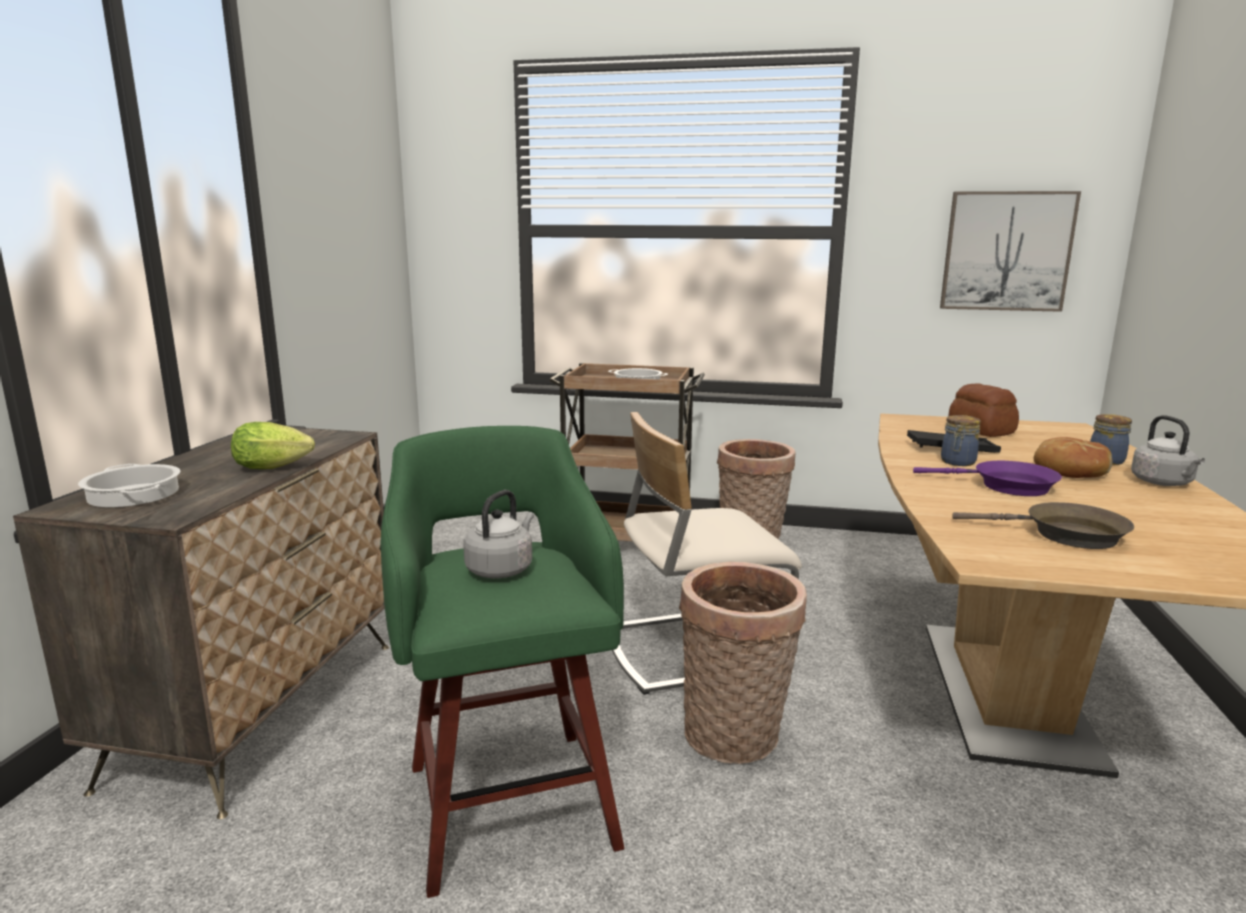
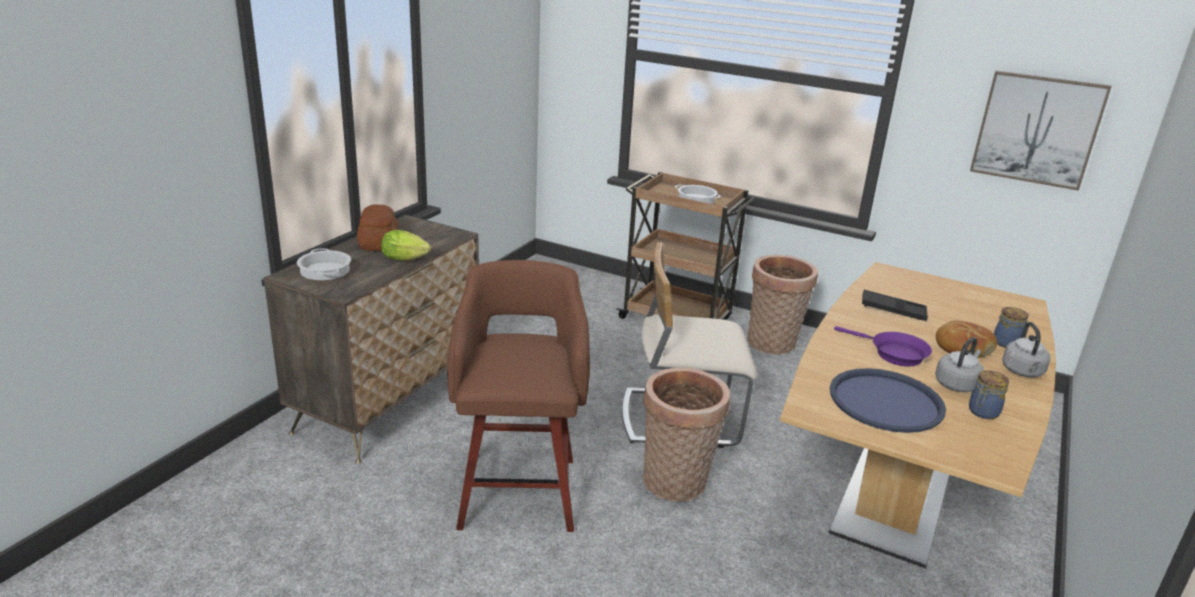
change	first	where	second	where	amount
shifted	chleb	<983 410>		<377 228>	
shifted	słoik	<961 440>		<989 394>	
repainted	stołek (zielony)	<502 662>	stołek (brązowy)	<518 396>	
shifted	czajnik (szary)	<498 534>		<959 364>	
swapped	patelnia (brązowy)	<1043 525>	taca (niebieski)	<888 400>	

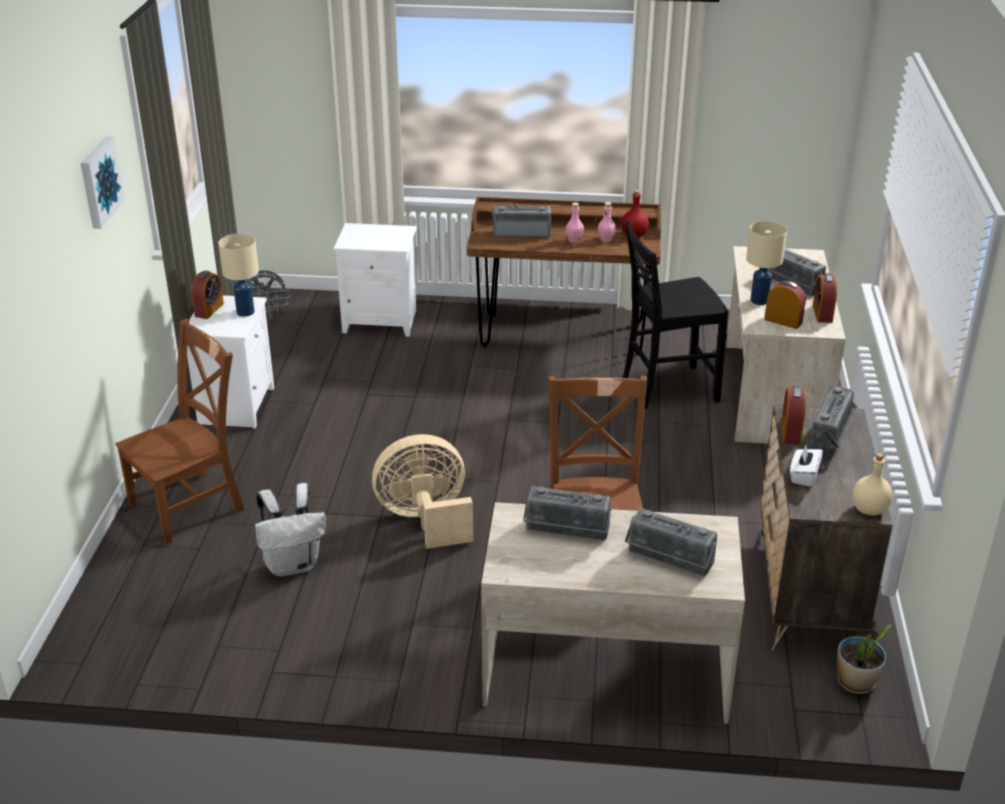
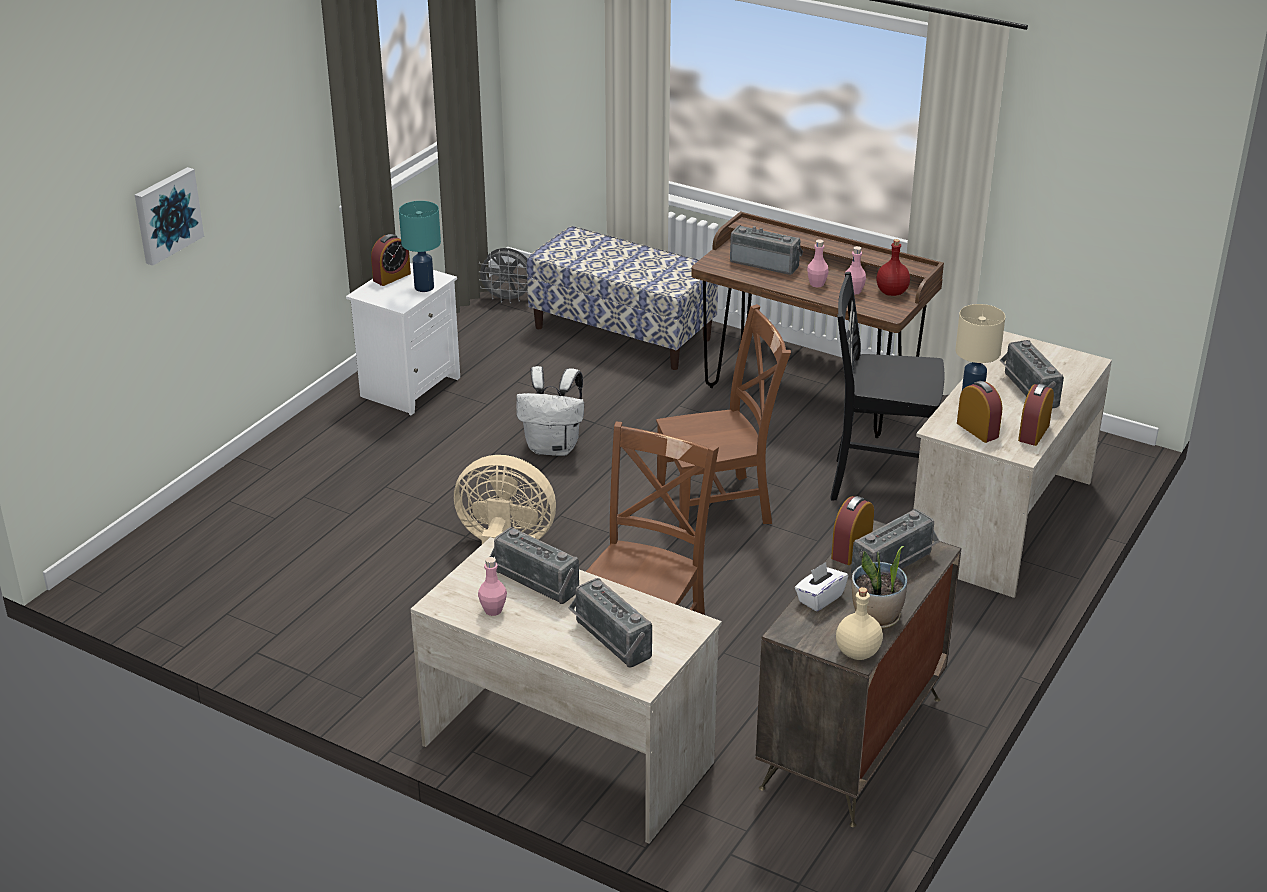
change	first	where	second	where	amount
shifted	obraz	<102 182>		<169 216>	
swapped	szafka nocna (biały)	<375 280>	ławka	<622 298>	
repainted	lampa stołowa (beżowy)	<238 275>	lampa stołowa (turkusowy)	<420 246>	
shifted	krzesło (brązowy)	<180 432>		<723 417>	
shifted	plecak (biały)	<290 530>		<550 411>	
shifted	roślina doniczkowa	<864 659>		<879 587>	
new			butelka (różowy)	<492 586>	

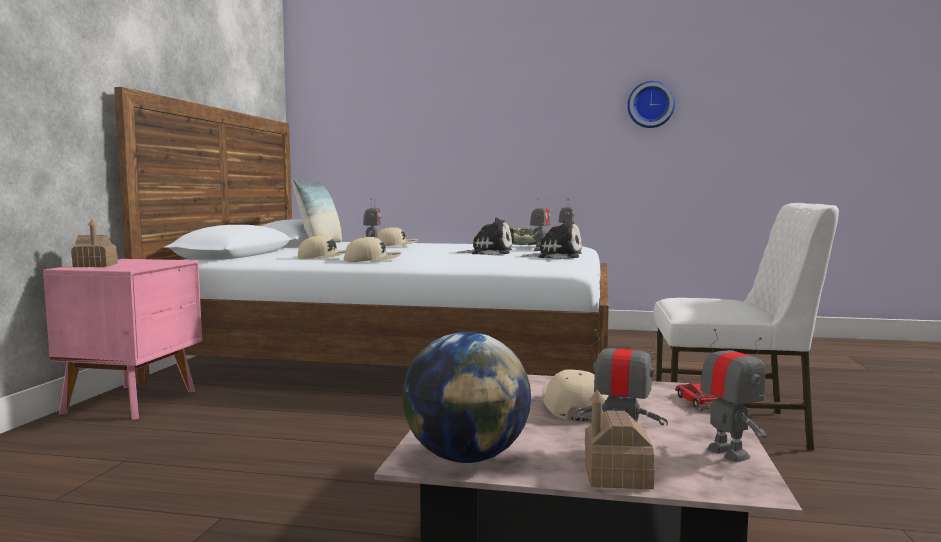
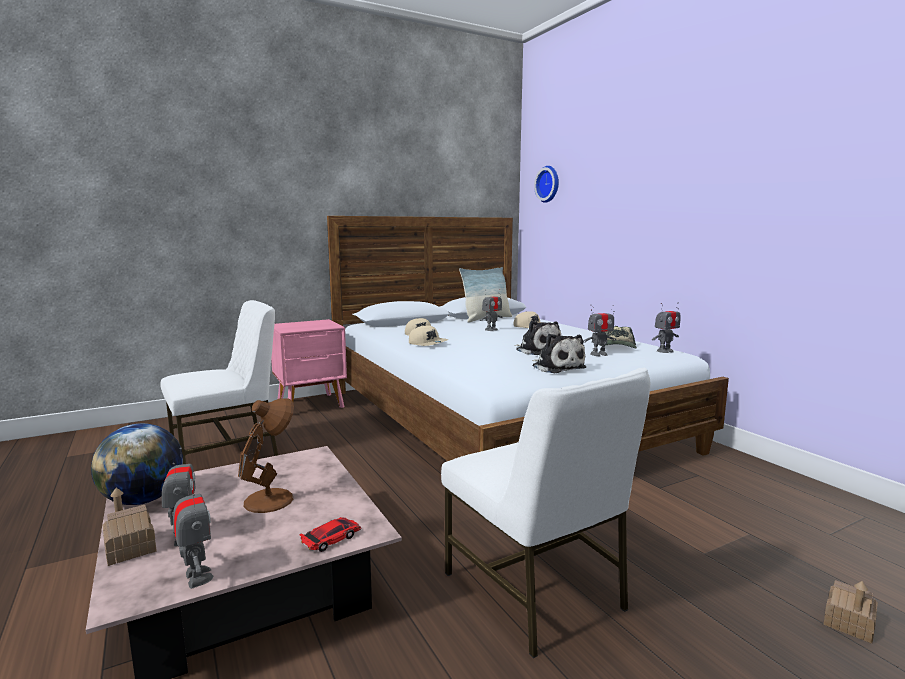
change	first	where	second	where	amount
shifted	zegar ścienny	<651 104>		<546 184>	
shifted	domek	<94 243>		<850 612>	
rotated	robot zabawkowy	<731 395>		<193 533>	60 degrees counterclockwise
swapped	czapka z daszkiem (beżowy)	<575 396>	lampa stołowa (brązowy)	<266 455>	
new			krzesło (biały)	<219 382>	

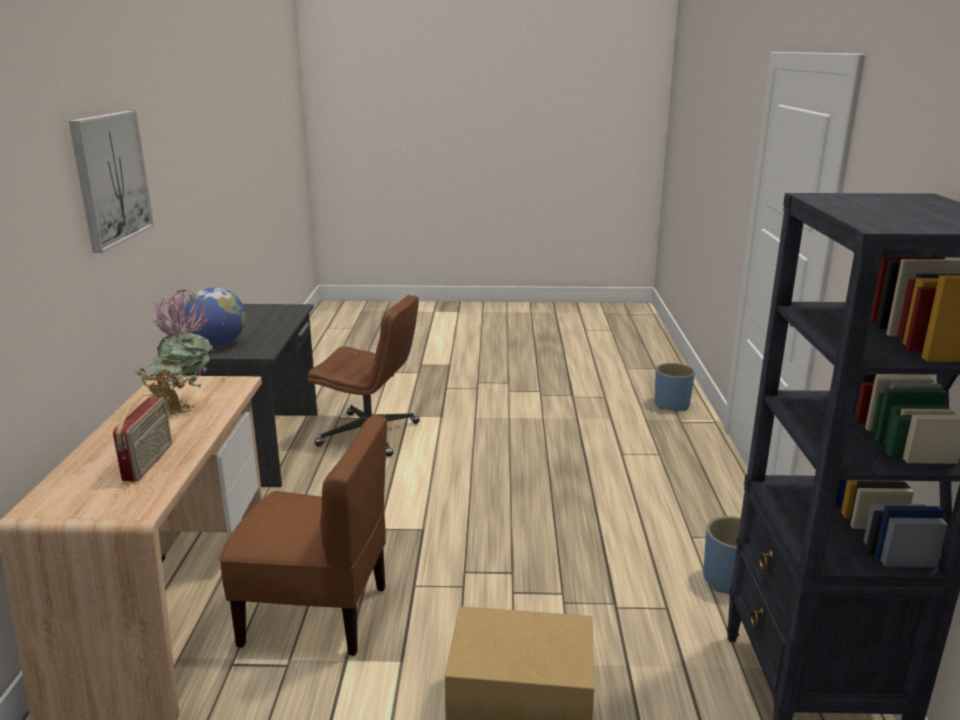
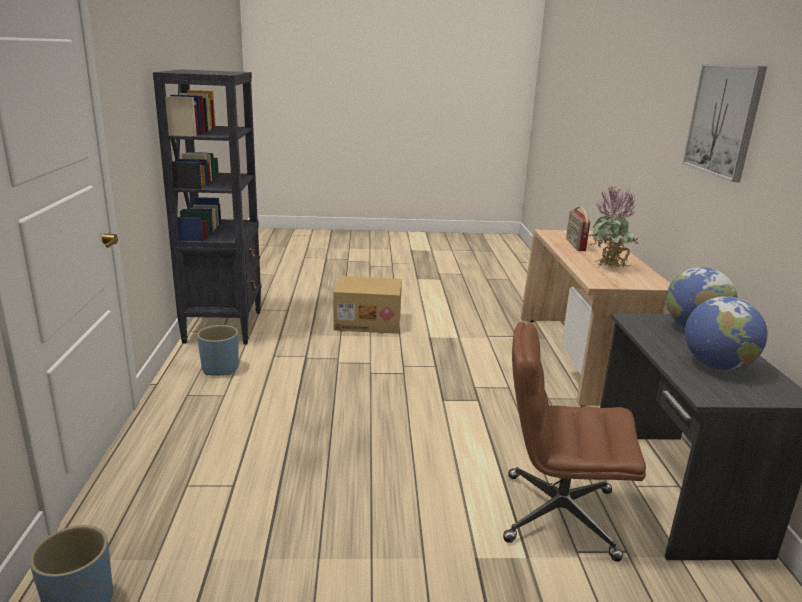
change	first	where	second	where	amount
gone	krzesło (brązowy)	<303 535>			
new			globus	<726 333>	

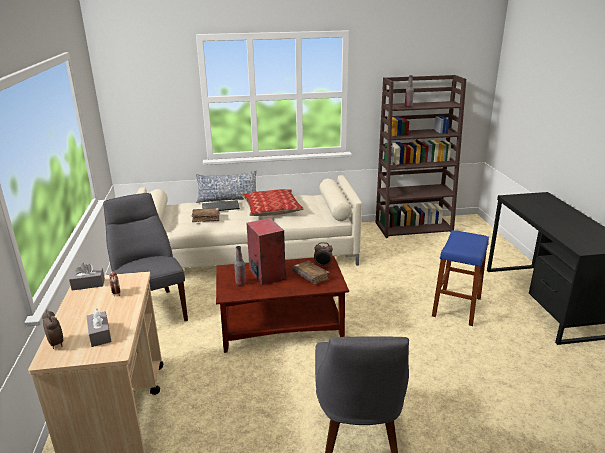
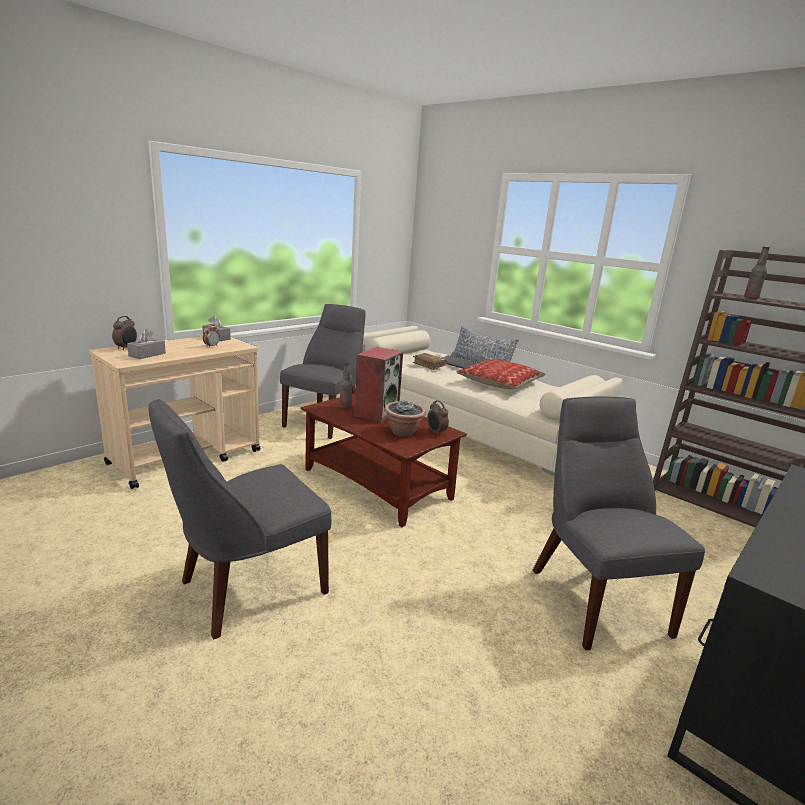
change	first	where	second	where	amount
swapped	stołek (niebieski)	<460 278>	krzesło (szary)	<619 523>	
swapped	książka (brązowy)	<311 272>	roślina doniczkowa	<405 419>	

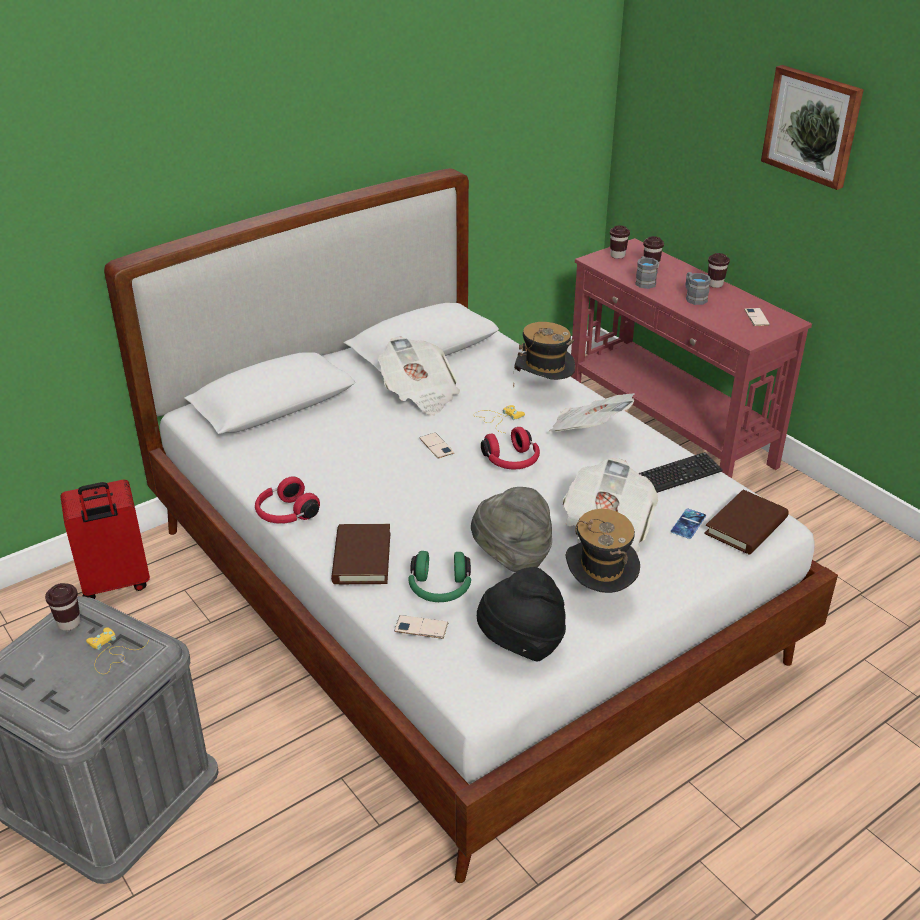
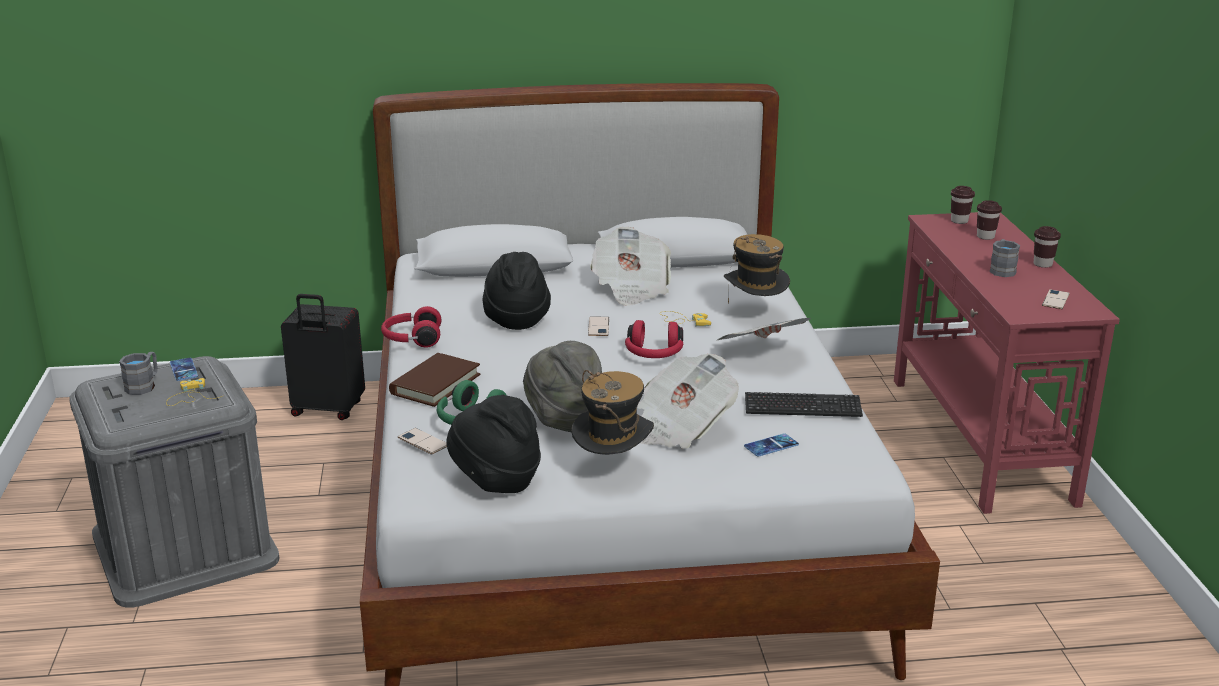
change	first	where	second	where	amount
gone	obraz	<812 127>			
shifted	kubek (szary)	<647 272>		<138 373>	
repainted	walizka (czerwony)	<105 539>	walizka (czarny)	<323 357>	
gone	książka (brązowy)	<746 522>			
swapped	filiżanka (brązowy)	<62 607>	telefon	<184 369>	
new			kapelusz (czarny)	<517 291>	

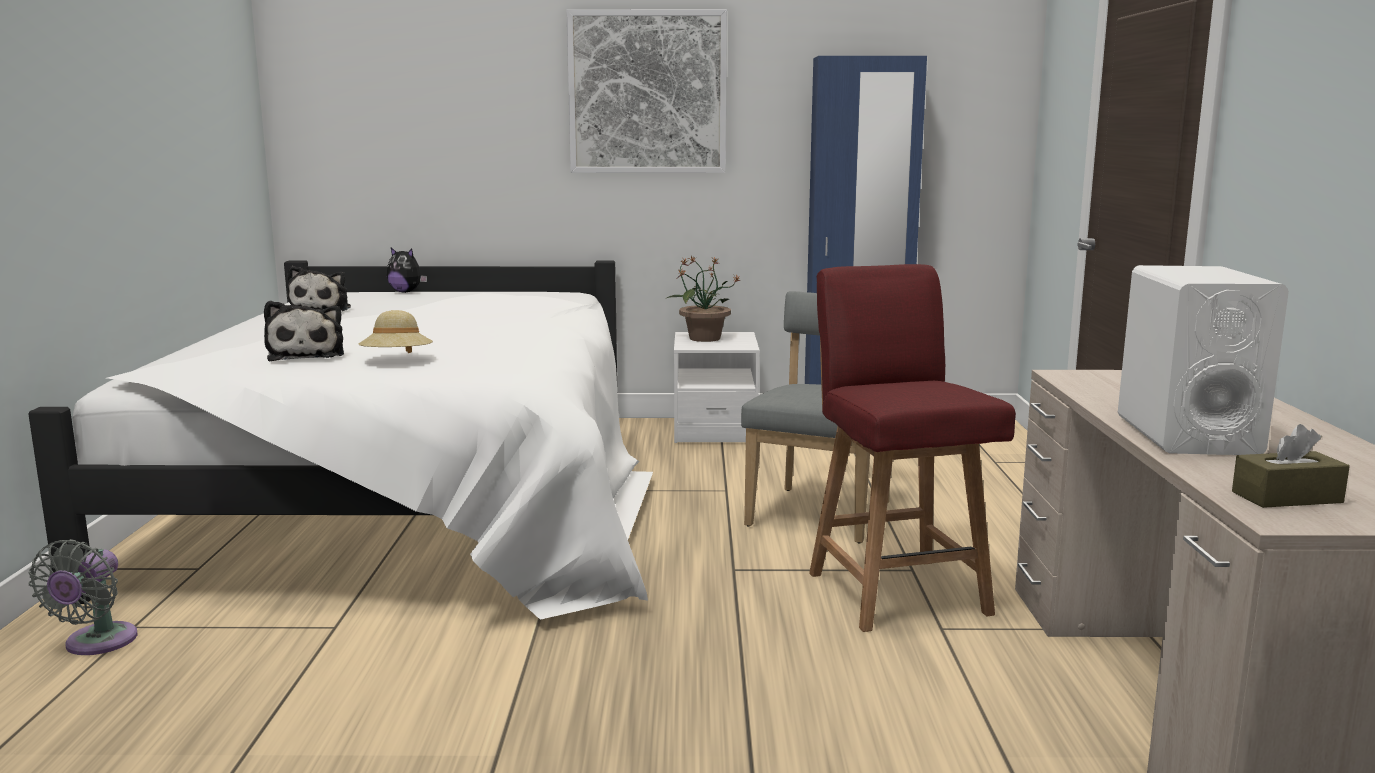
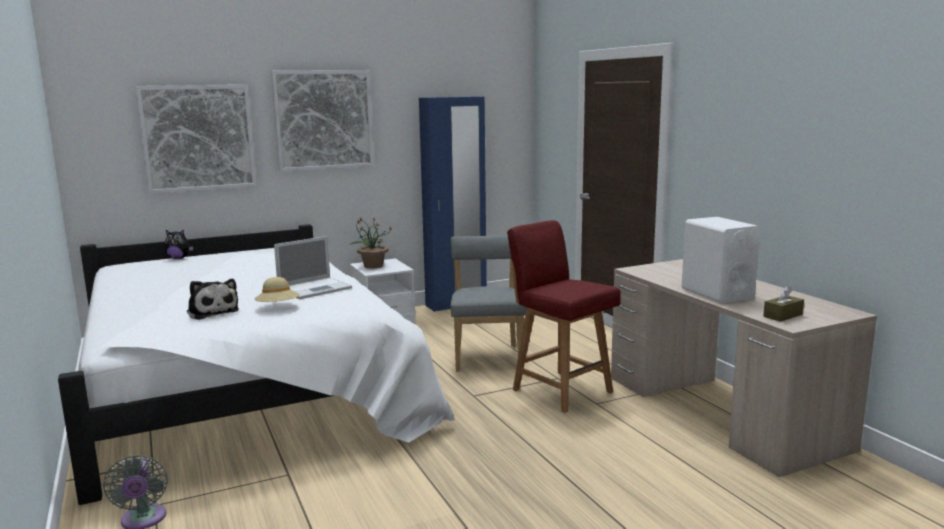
change	first	where	second	where	amount
gone	pluszak	<319 288>			
new			obraz	<196 139>	
new			laptop	<313 267>	

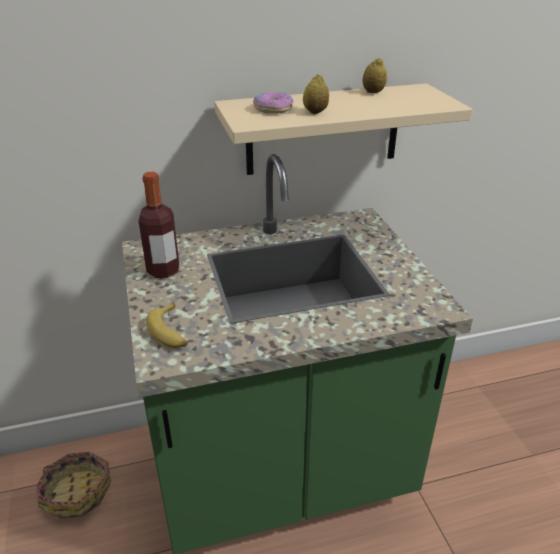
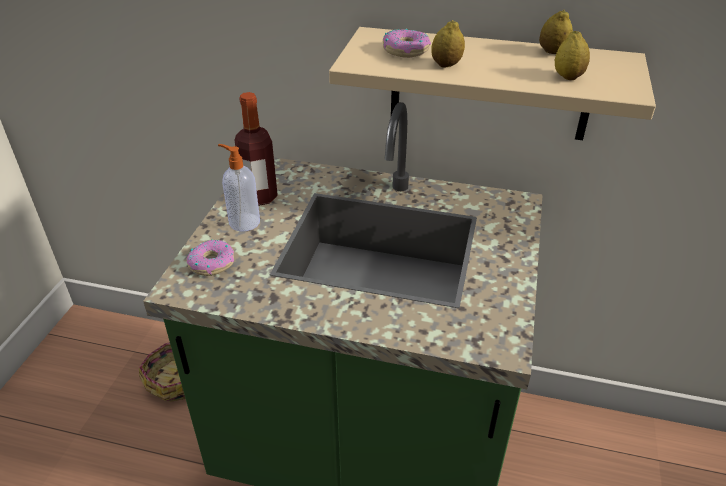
change	first	where	second	where	amount
swapped	banan	<167 325>	donut	<210 258>	
new			cytryna	<572 55>	
new			dozownik mydła	<239 188>	

